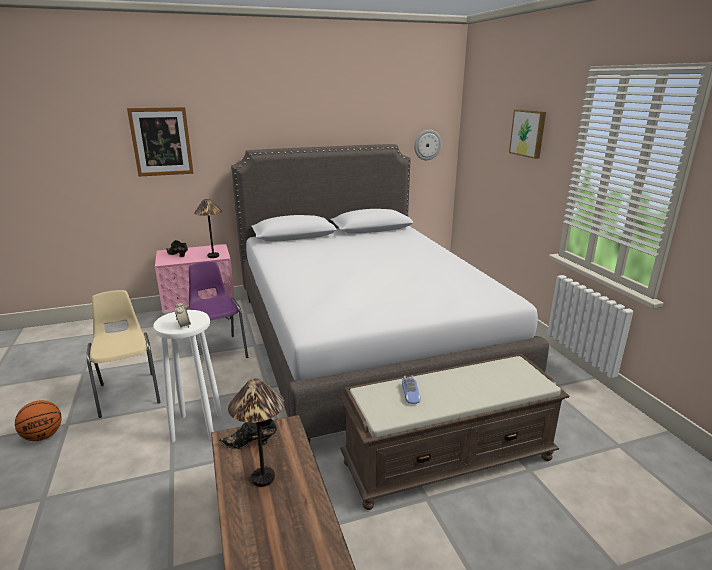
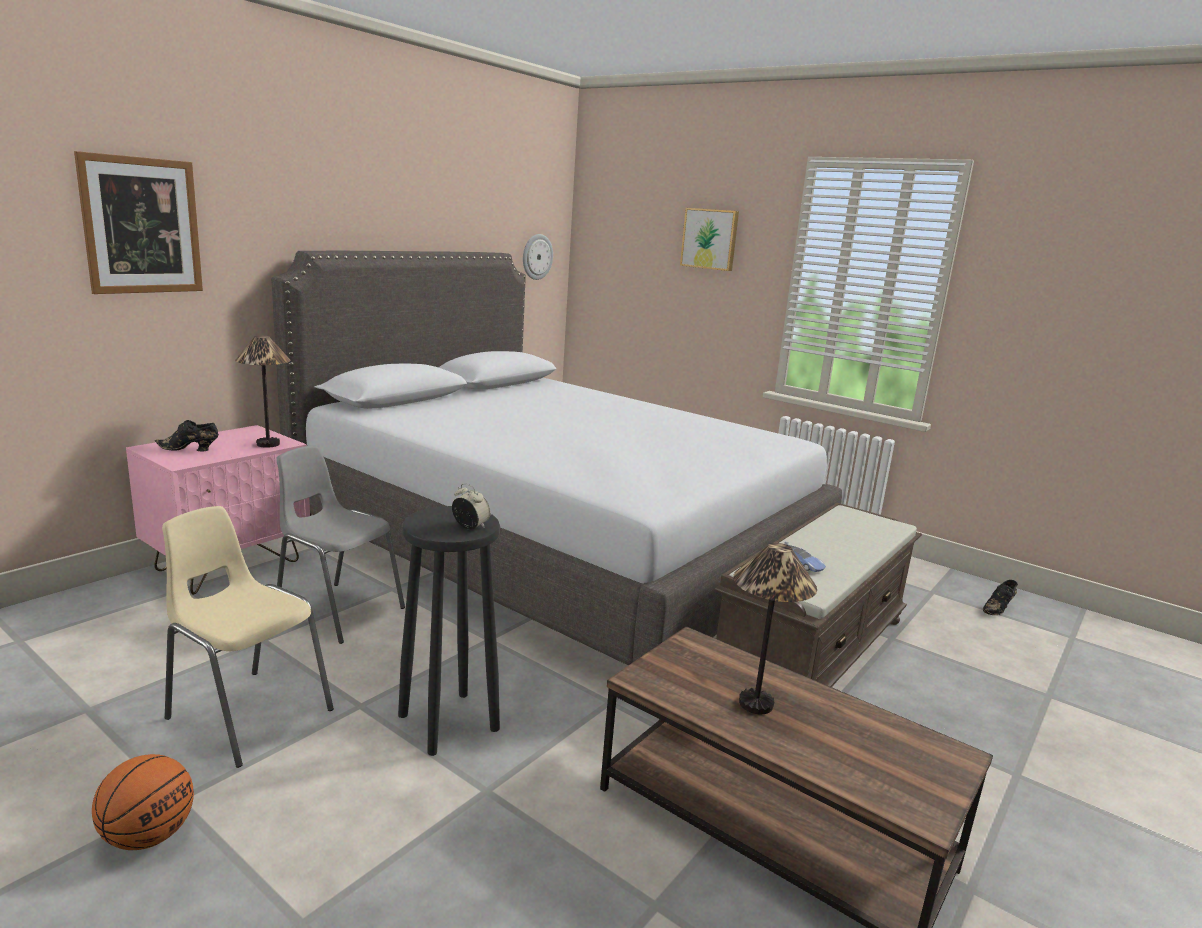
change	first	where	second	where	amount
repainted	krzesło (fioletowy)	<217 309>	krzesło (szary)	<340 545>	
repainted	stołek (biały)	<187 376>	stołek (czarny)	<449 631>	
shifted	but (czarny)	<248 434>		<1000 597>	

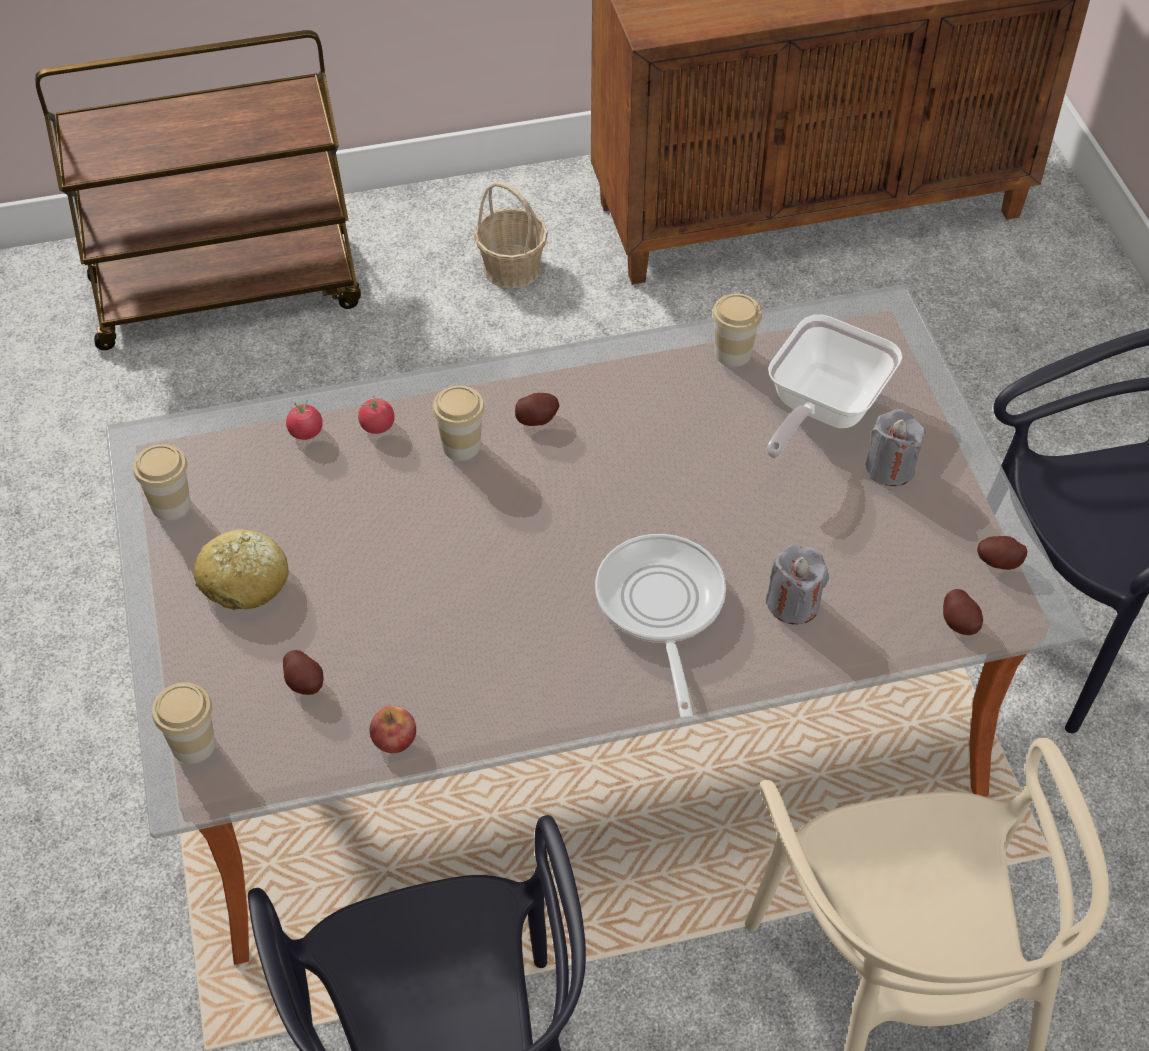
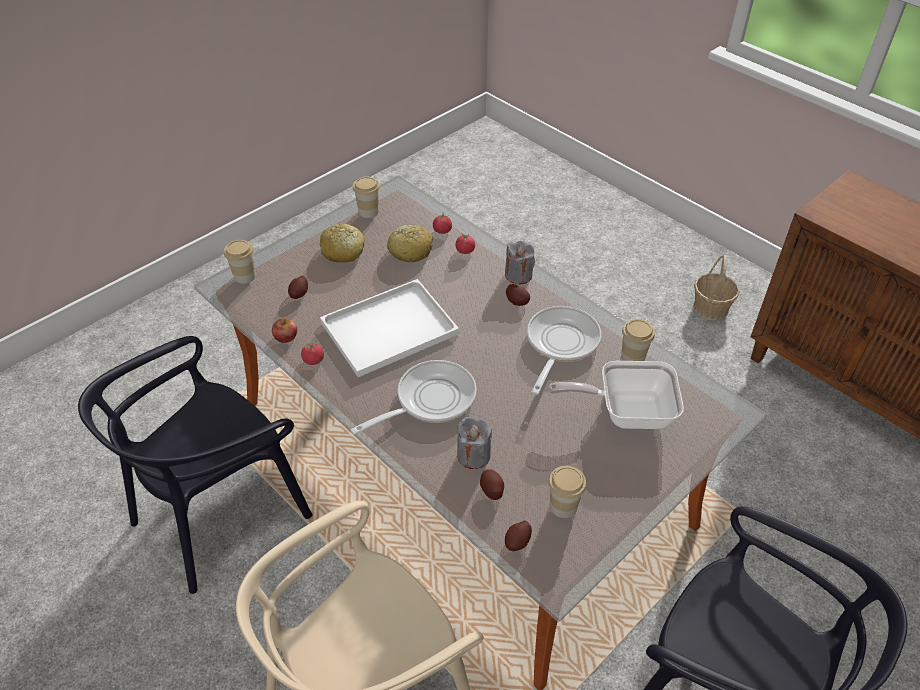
change	first	where	second	where	amount
gone	wózek (brązowy)	<198 190>			
shifted	filiżanka	<458 423>		<567 491>	
shifted	świeca (szary)	<896 447>		<520 262>	
shifted	ziemniak	<1002 553>		<492 484>	
new			chleb	<410 243>	
new			taca (biały)	<389 328>	
new			patelnia	<564 350>	
new			pomidor	<312 352>	

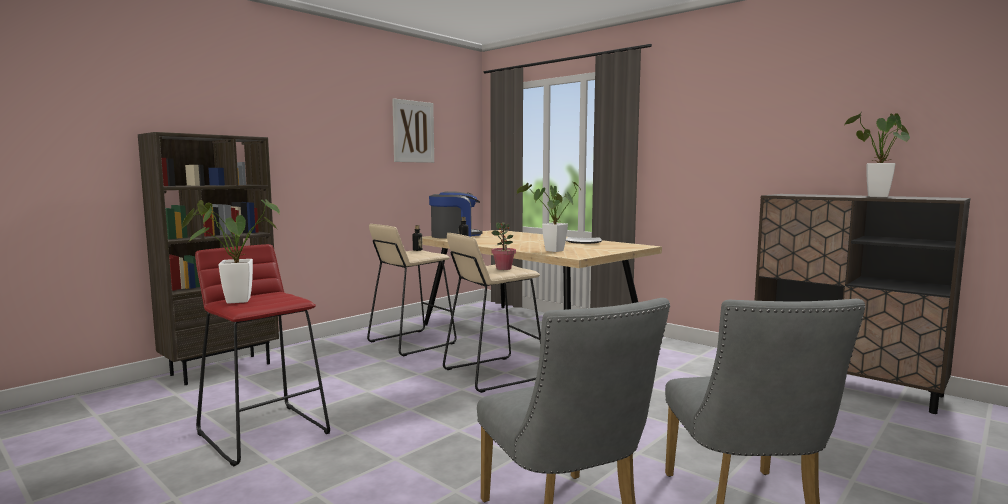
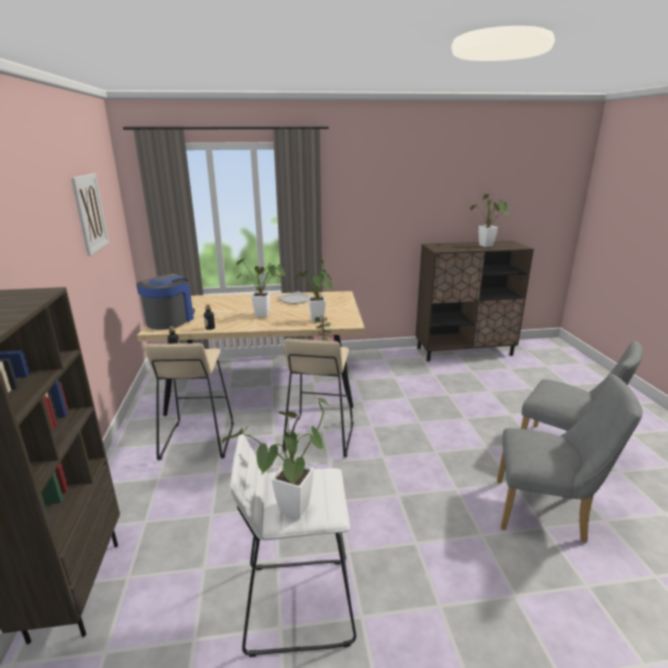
change	first	where	second	where	amount
repainted	stołek (czerwony)	<262 355>	stołek (biały)	<293 545>	
new			roślina doniczkowa	<260 287>	

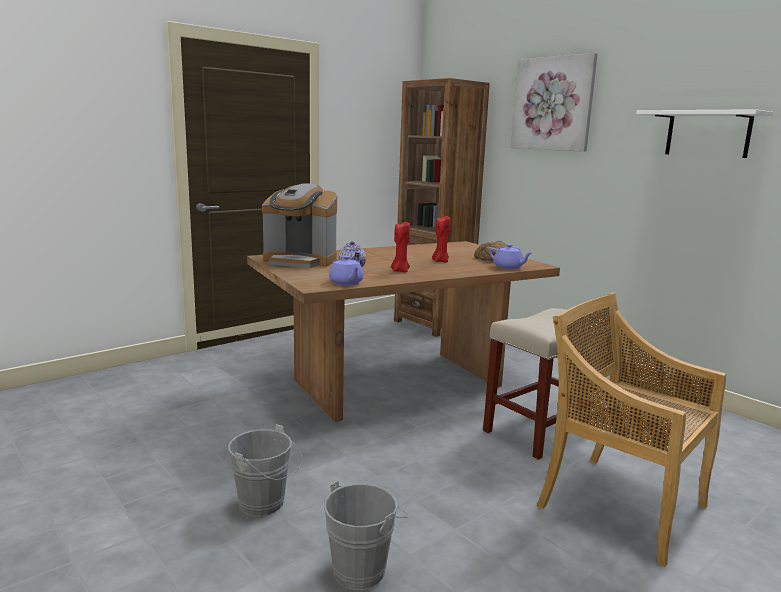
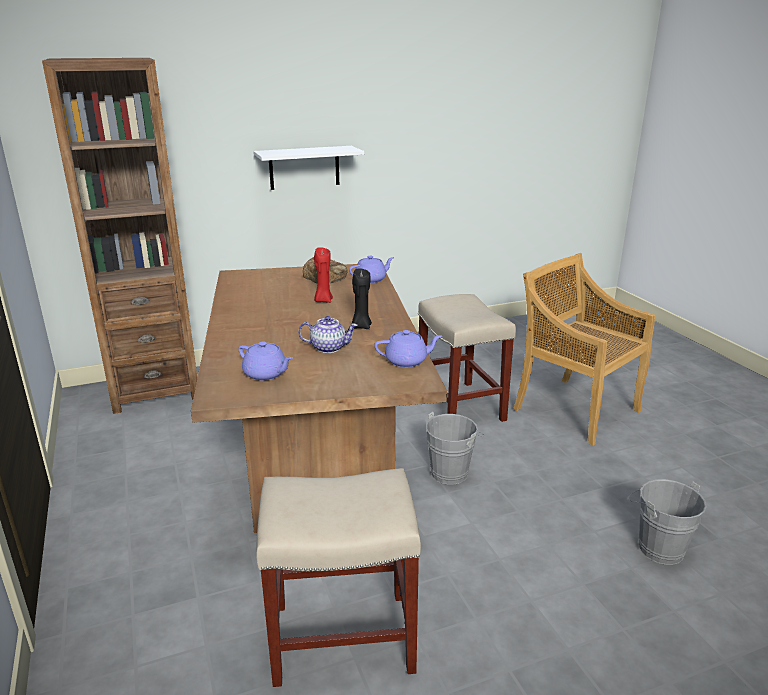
change	first	where	second	where	amount
gone	obraz	<554 102>			
shifted	półka (biały)	<705 133>		<308 168>	
swapped	ekspres do kawy	<299 225>	imbryk (fioletowy)	<265 361>	
repainted	świeca (czerwony)	<400 247>	świeca (czarny)	<362 298>	
rotated	krzesło (beżowy)	<631 429>		<584 349>	75 degrees clockwise
shifted	wiadro (szary)	<265 470>		<455 448>	
new			stołek (beżowy)	<338 577>	

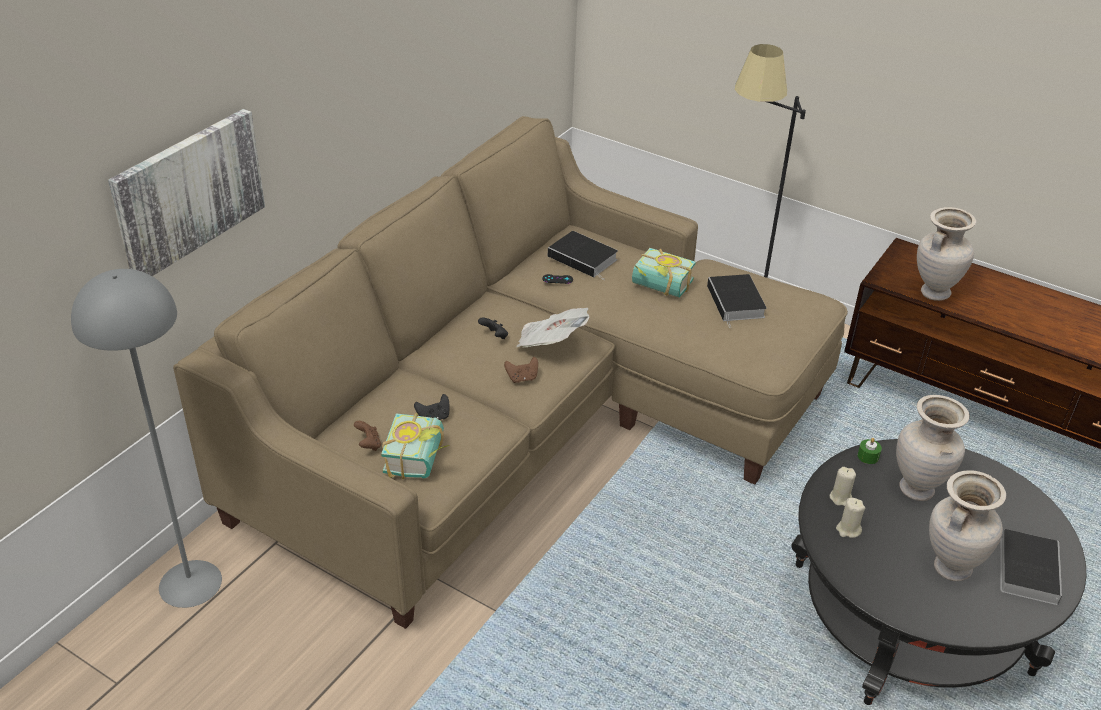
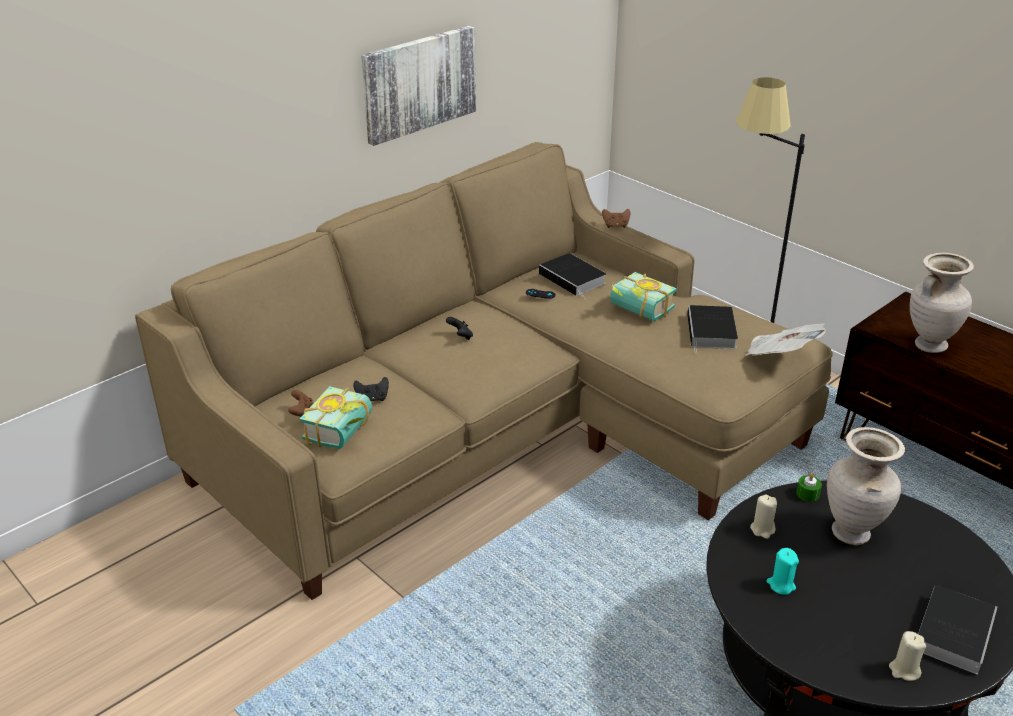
change	first	where	second	where	amount
shifted	obraz	<186 192>		<418 86>	
gone	lampa stojąca (szary)	<146 438>			
shifted	gazeta	<552 327>		<786 339>	
shifted	pad do gier (brązowy)	<521 370>		<616 218>	
gone	wazon (beżowy)	<967 525>			
shifted	świeca (beżowy)	<850 518>		<907 656>	
new			świeca (turkusowy)	<782 571>	

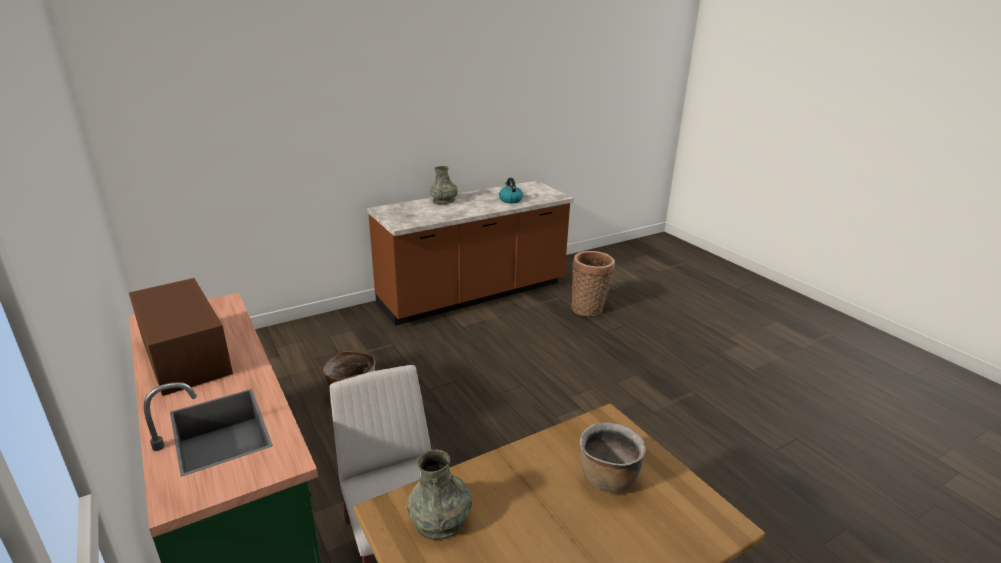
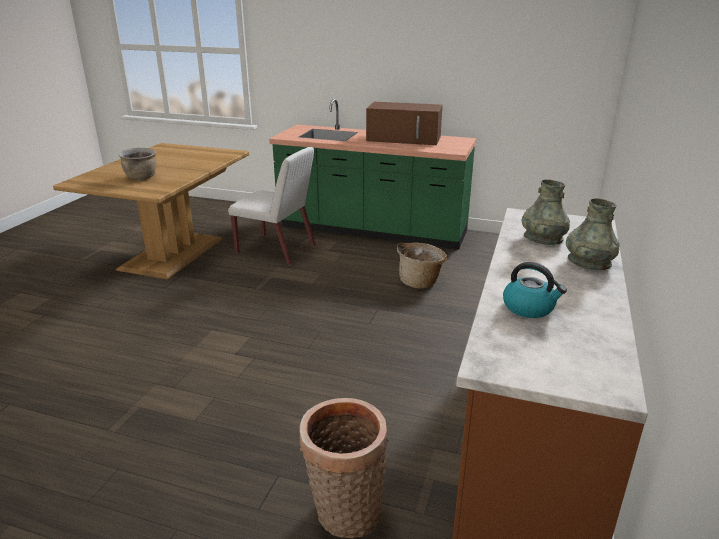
change	first	where	second	where	amount
shifted	wazon (szary)	<439 495>		<546 212>	

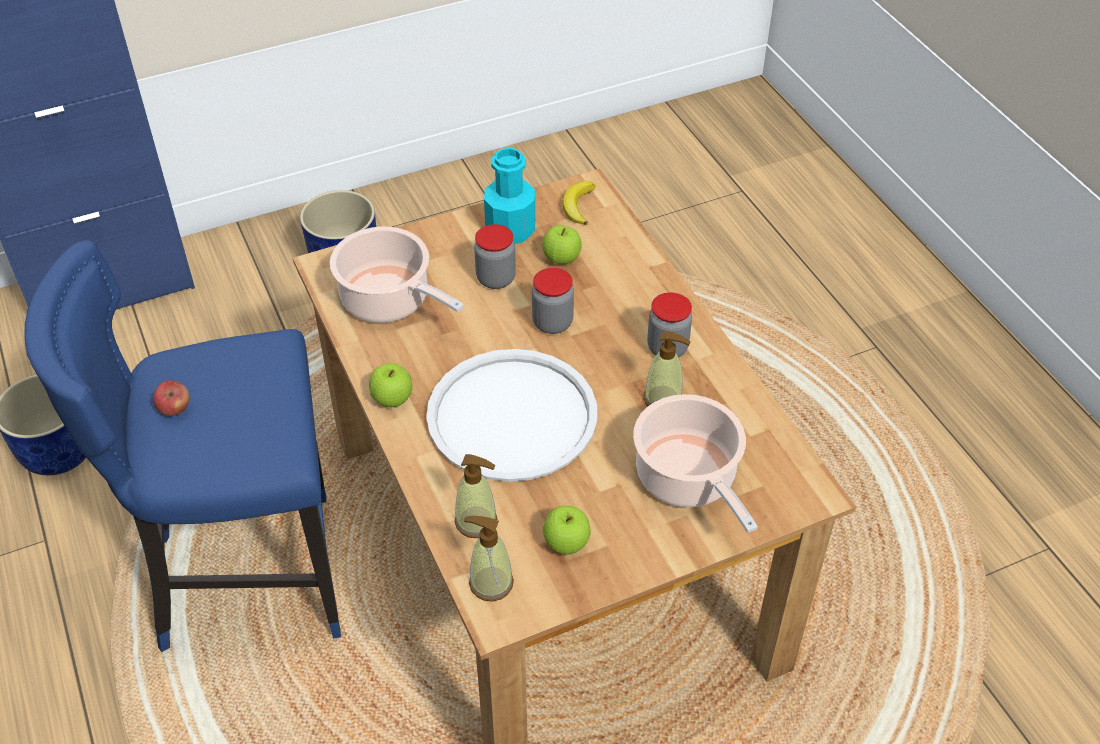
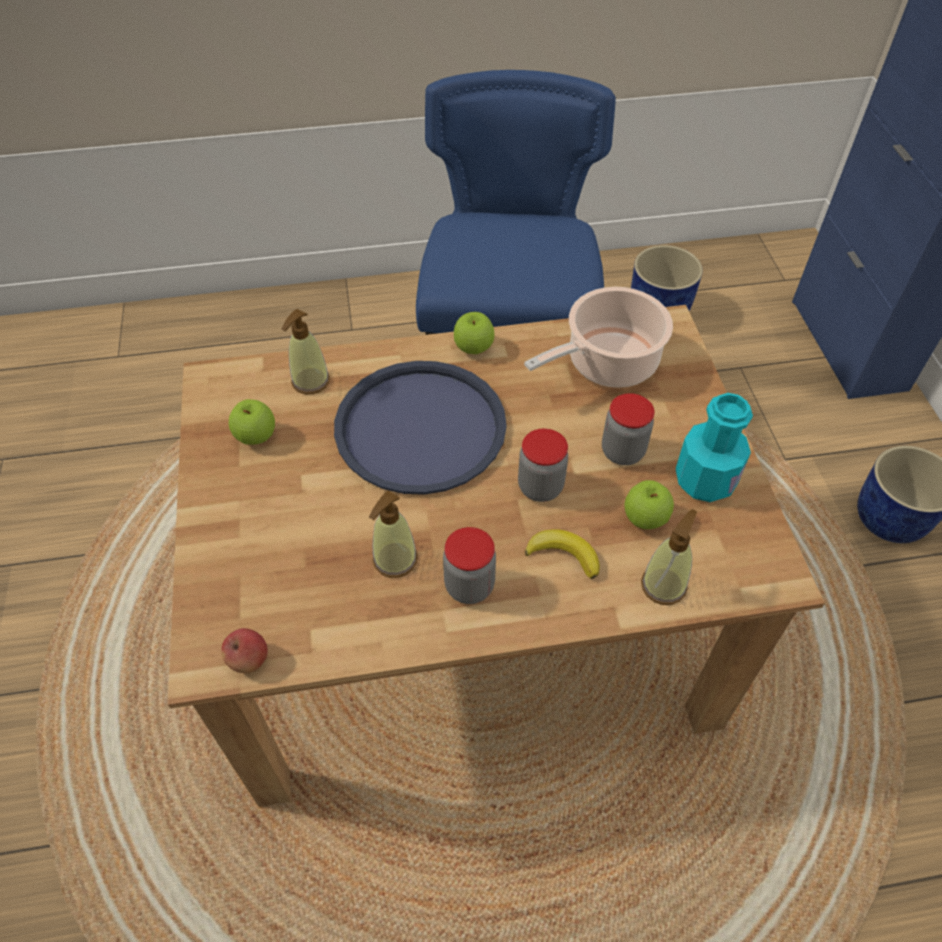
change	first	where	second	where	amount
shifted	banan	<579 203>		<562 554>	
repainted	taca (biały)	<511 415>	taca (niebieski)	<420 428>	
shifted	jabłko	<171 398>		<245 650>	
gone	garnek	<695 463>			
shifted	dozownik mydła	<489 558>		<669 557>	

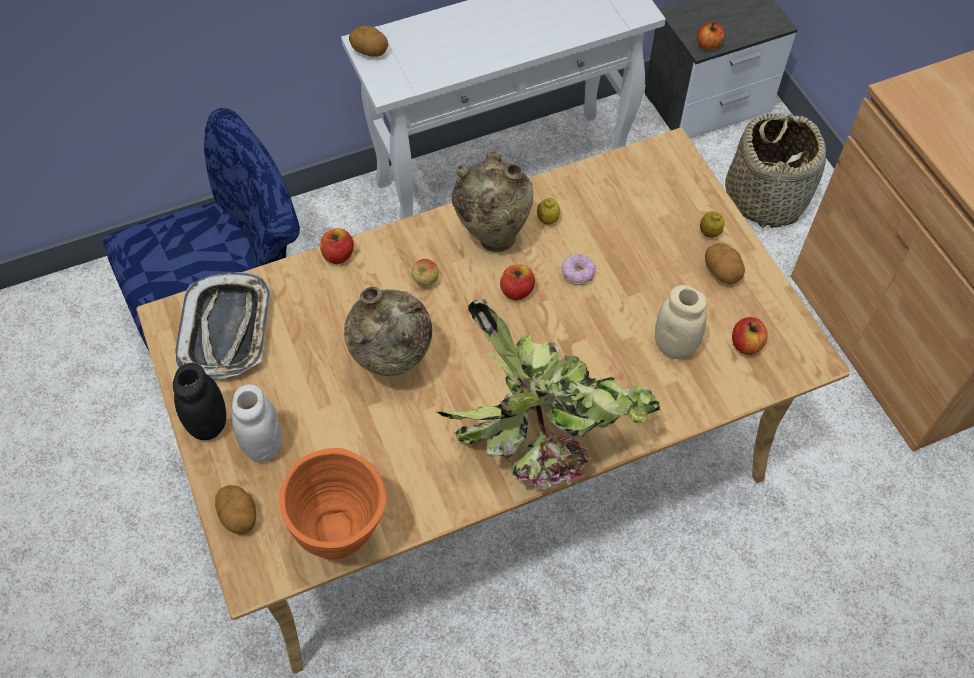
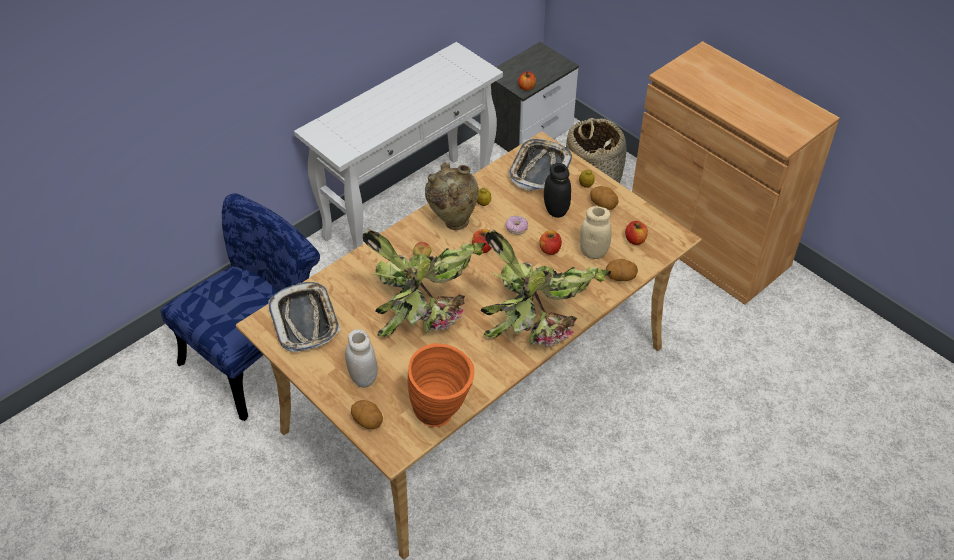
change	first	where	second	where	amount
shifted	ziemniak	<368 41>		<622 270>	
shifted	jabłko	<337 246>		<550 242>	
swapped	wazon (beżowy)	<388 331>	roślina doniczkowa	<424 283>	
shifted	słoik (czarny)	<199 401>		<557 190>	
new			taca	<540 165>	

